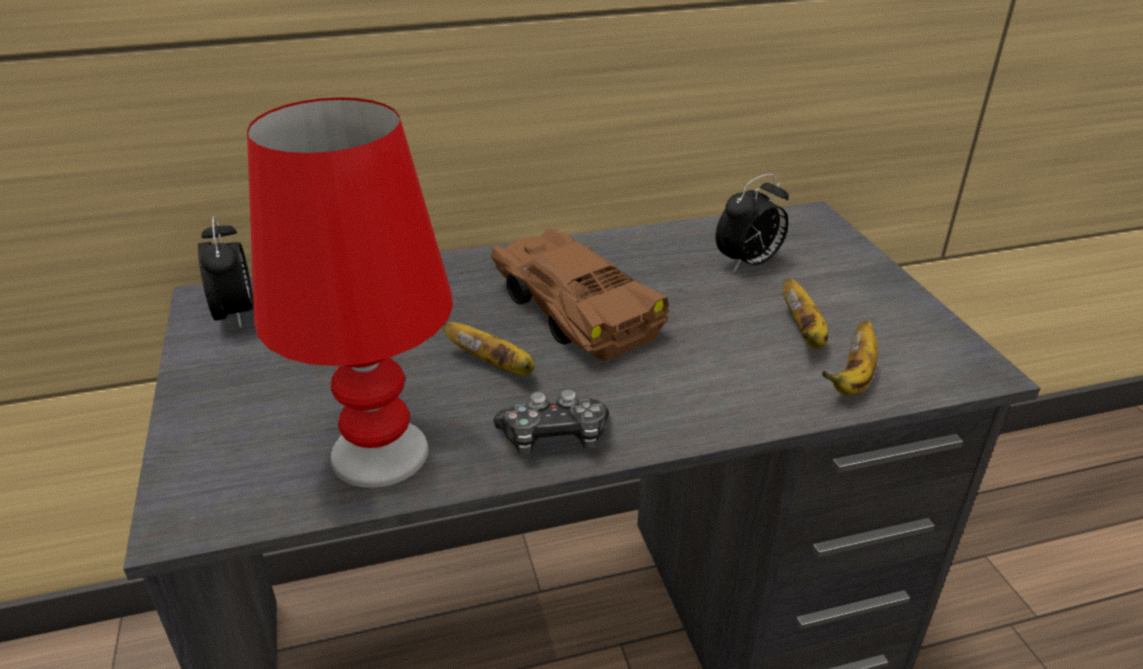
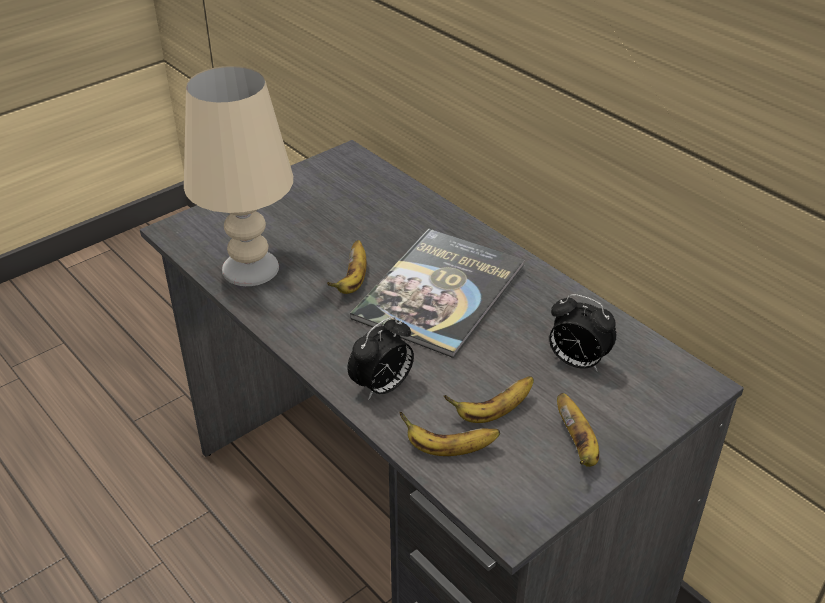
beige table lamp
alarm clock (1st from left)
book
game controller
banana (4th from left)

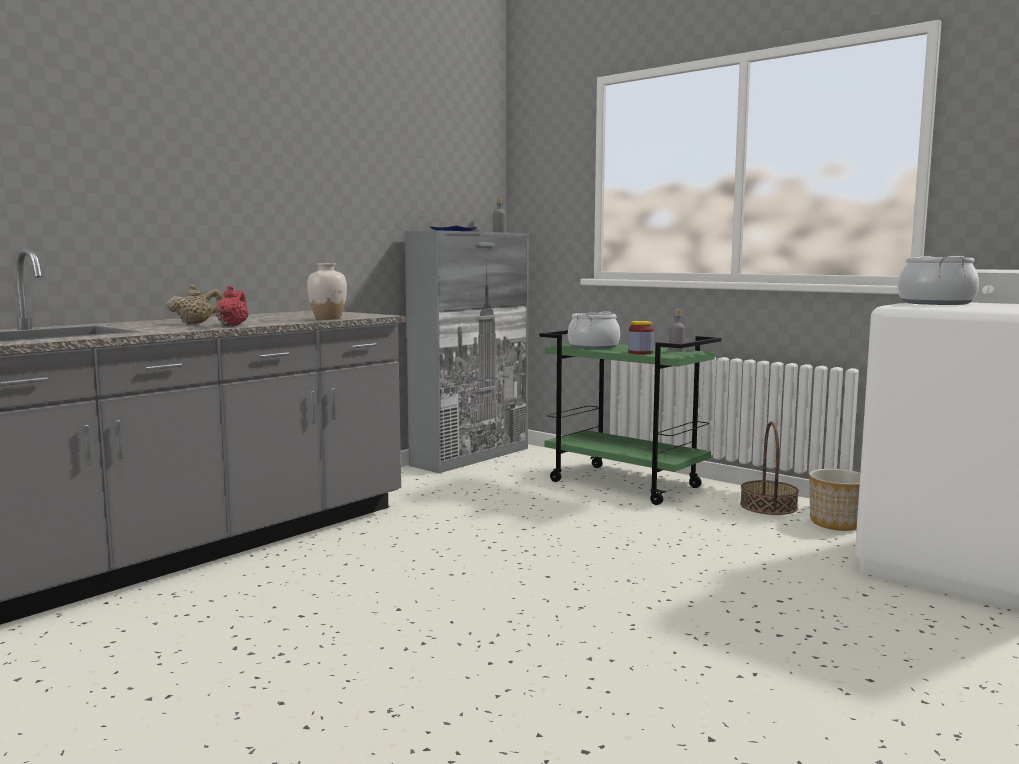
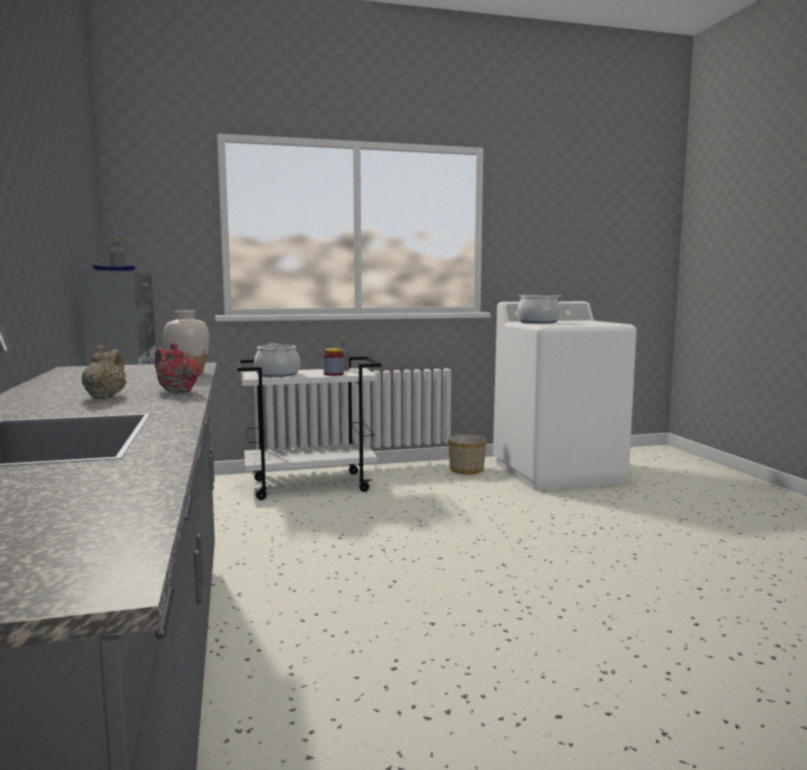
white cart
basket

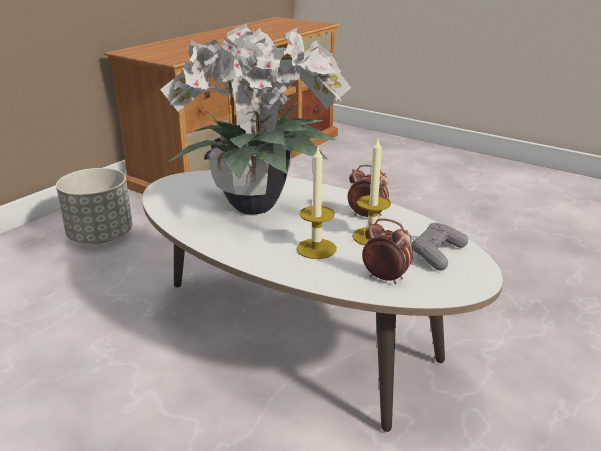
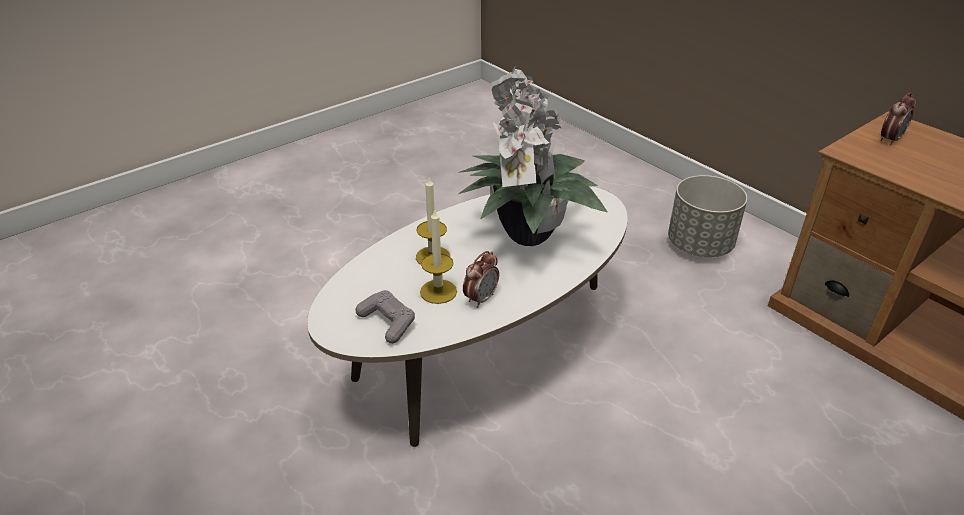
alarm clock (2nd from left)

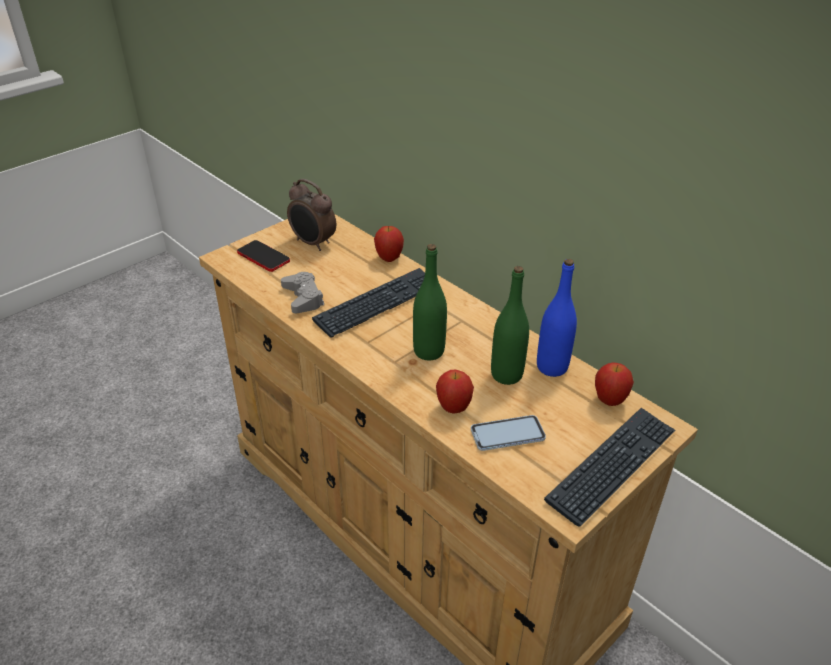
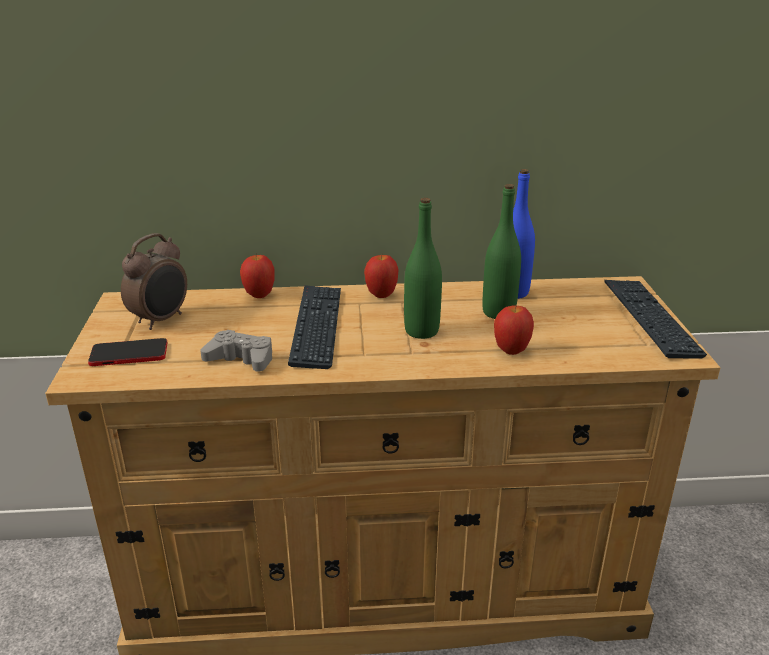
alarm clock
apple (2nd from left)
phone (2nd from left in the first image)

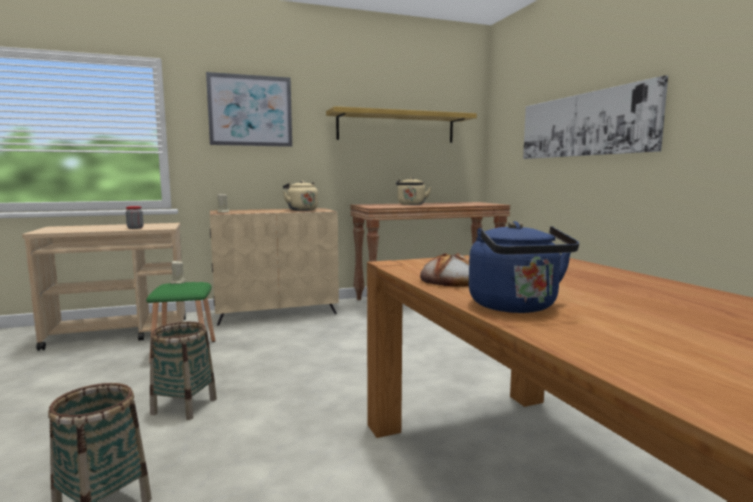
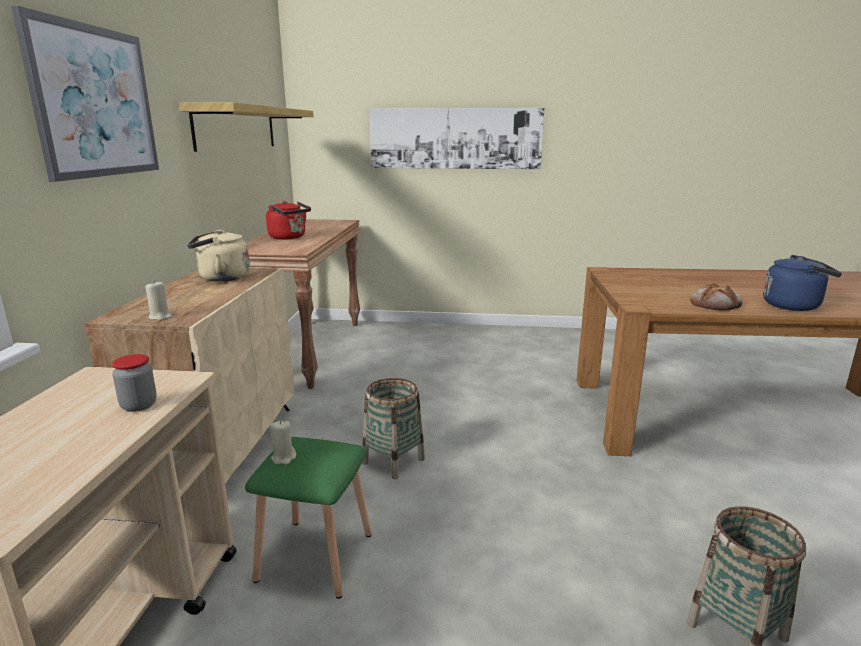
red kettle
basket (1st from left)

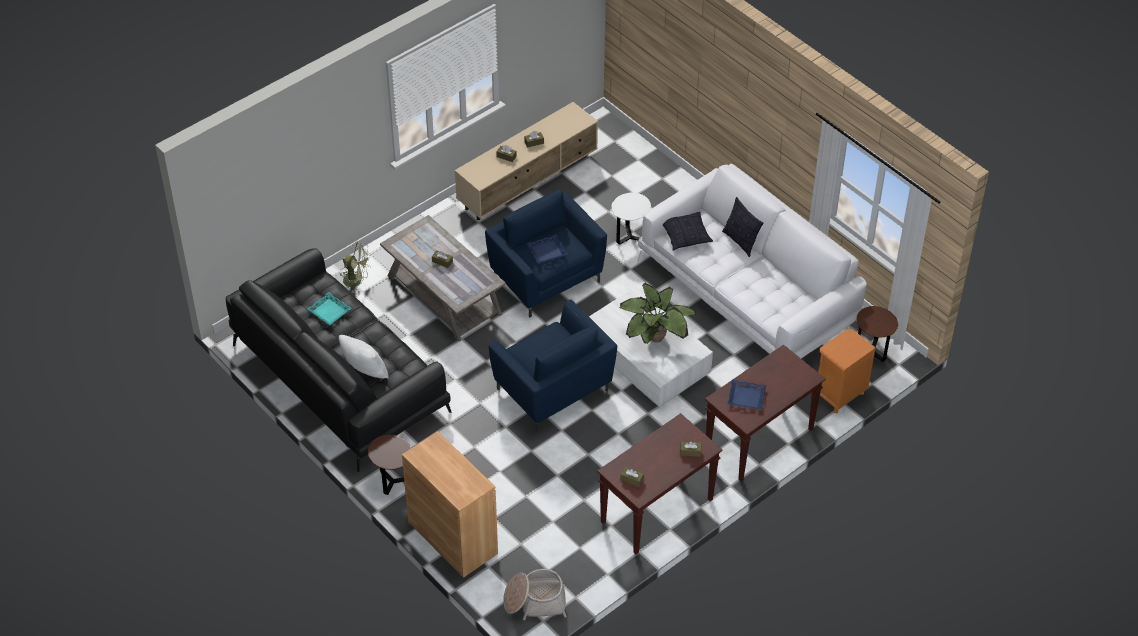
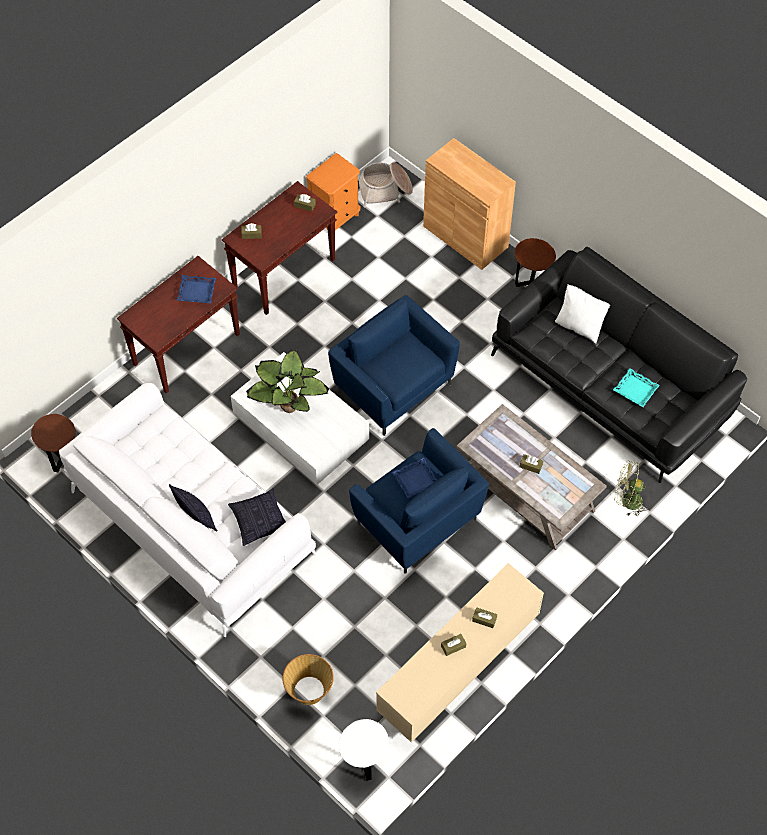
white side table
orange nightstand
basket (1st from left)

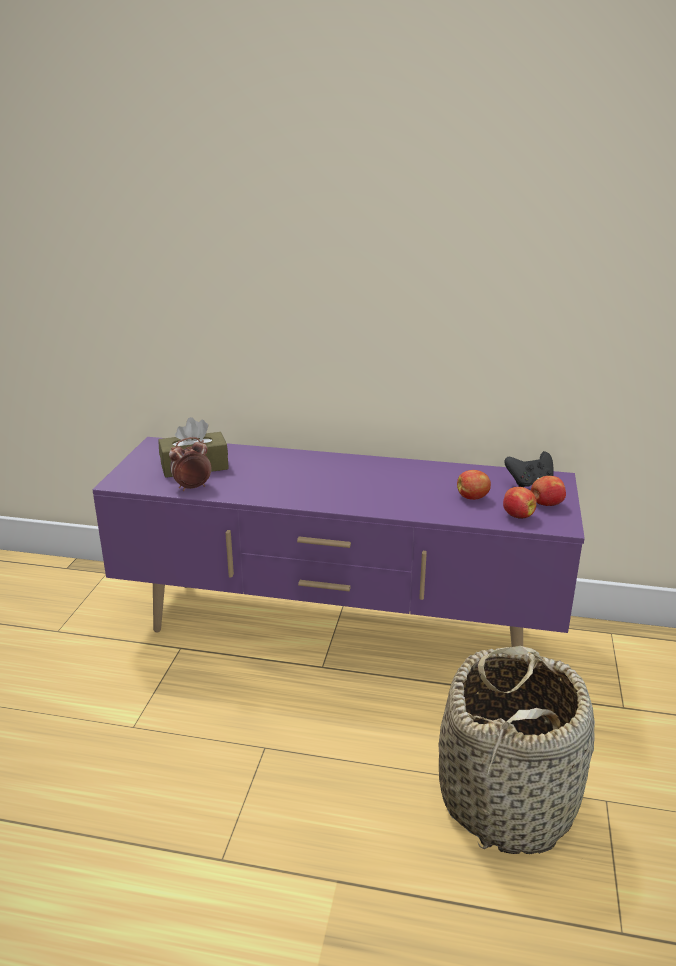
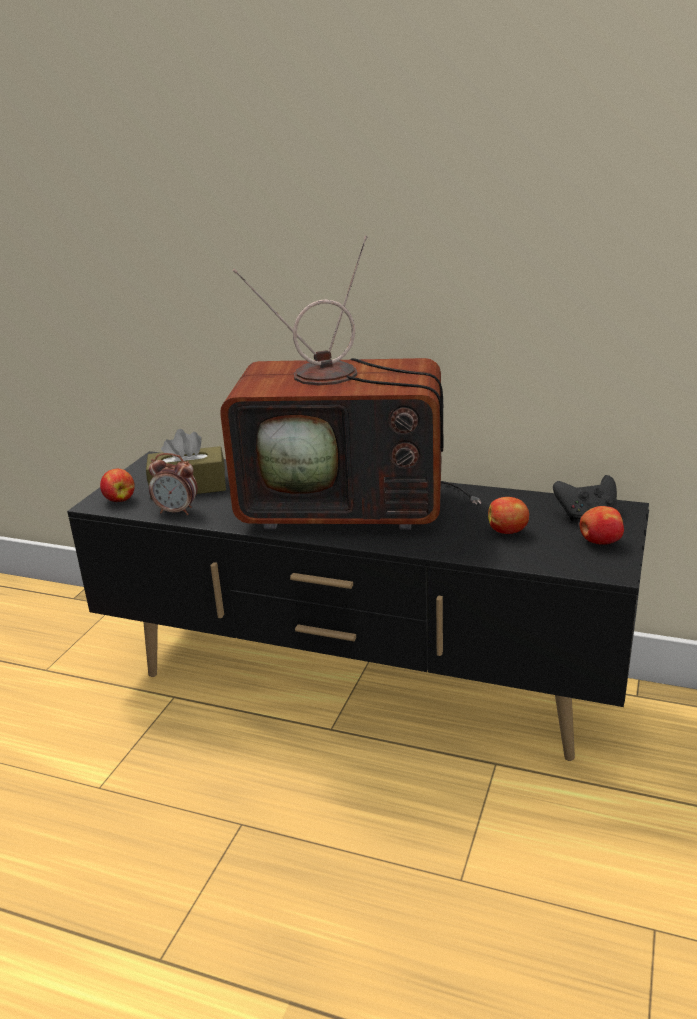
black tv stand
alarm clock
apple (1st from left)
basket
television

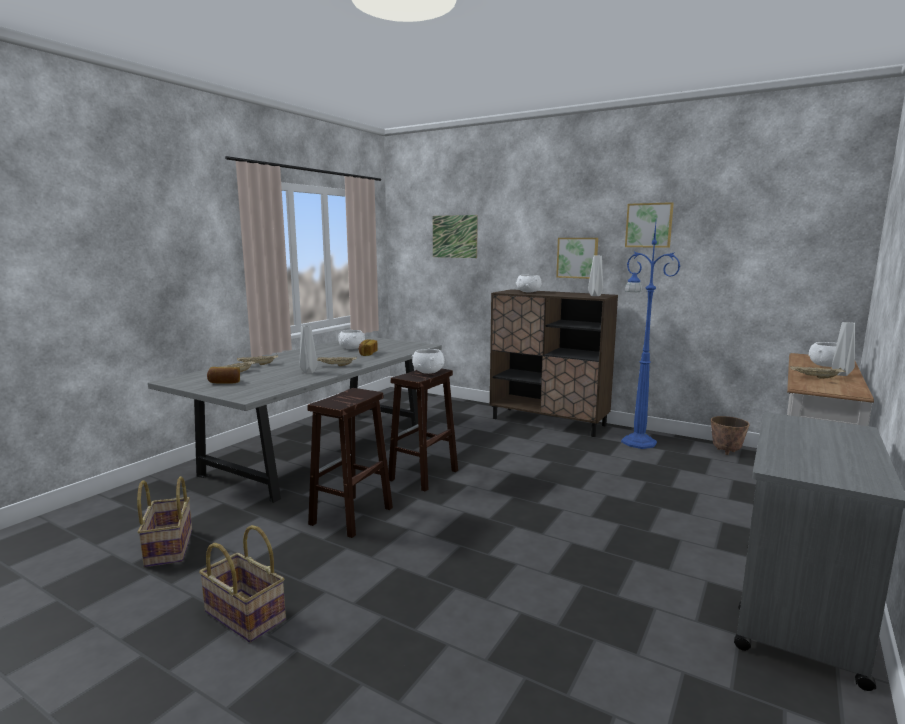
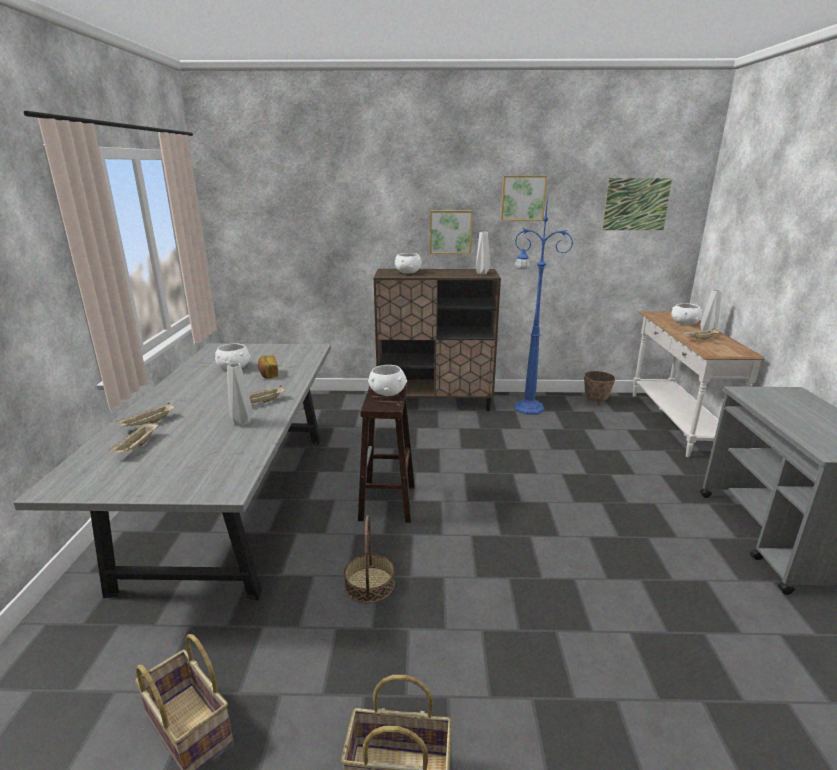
picture (3rd from left)
bread (1st from left in the first image)
basket (2nd from left)

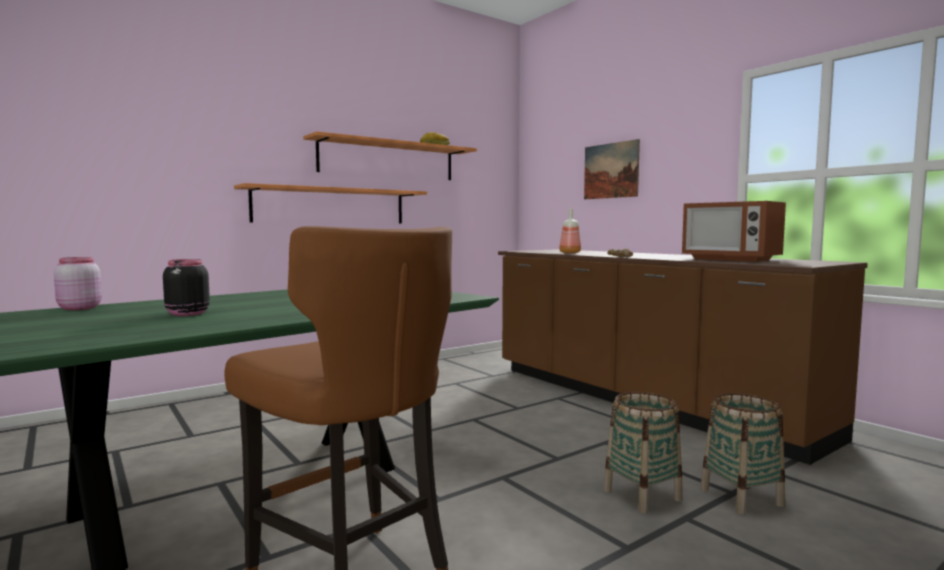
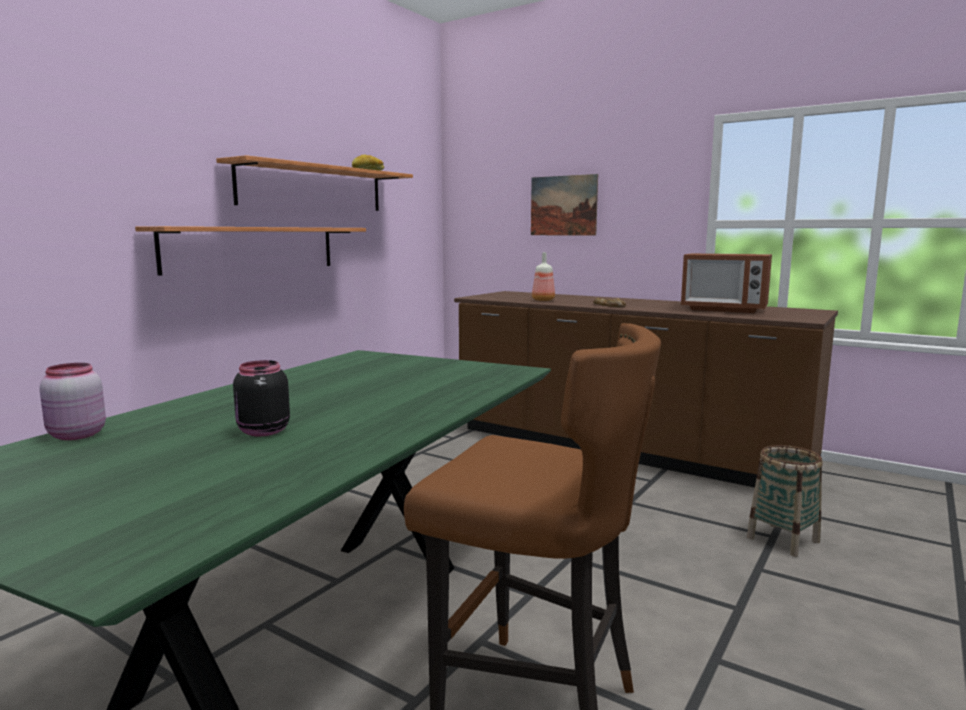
basket (1st from left in the first image)

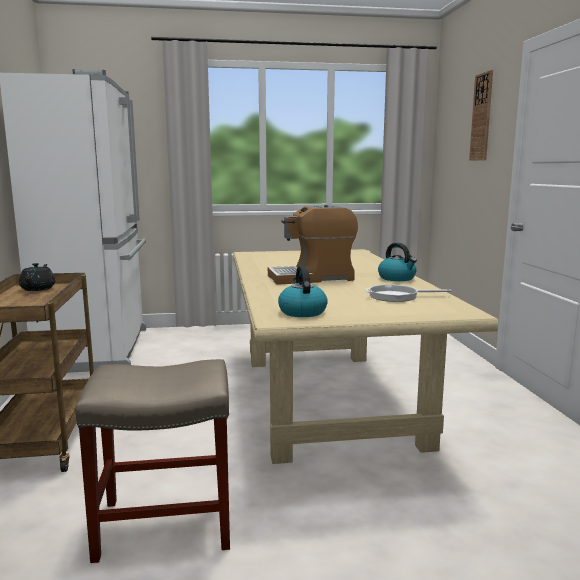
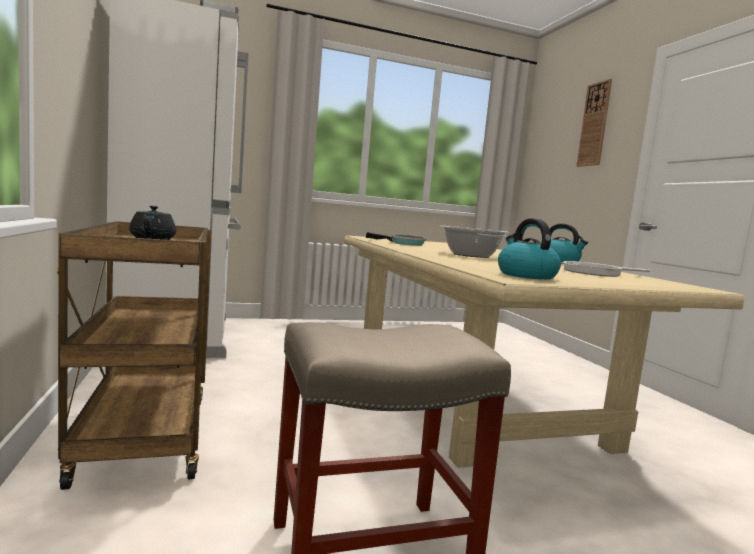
cooking pot
frying pan (1st from left)

